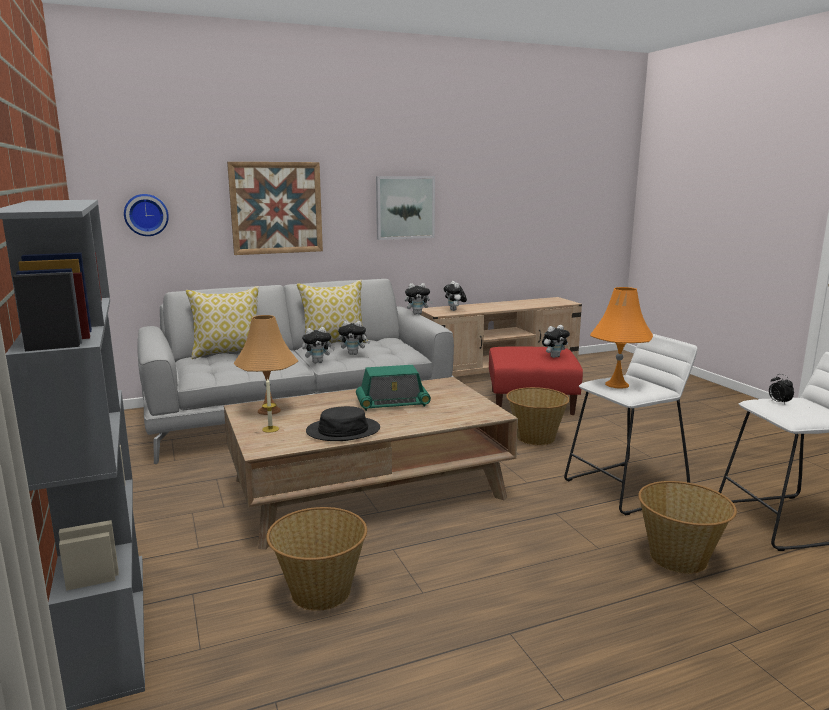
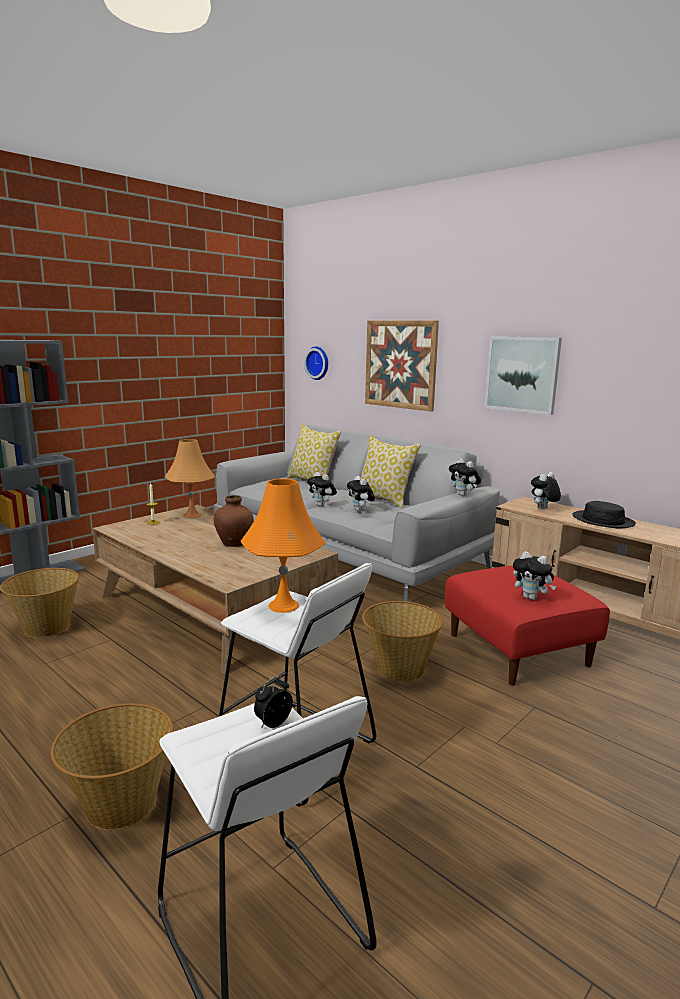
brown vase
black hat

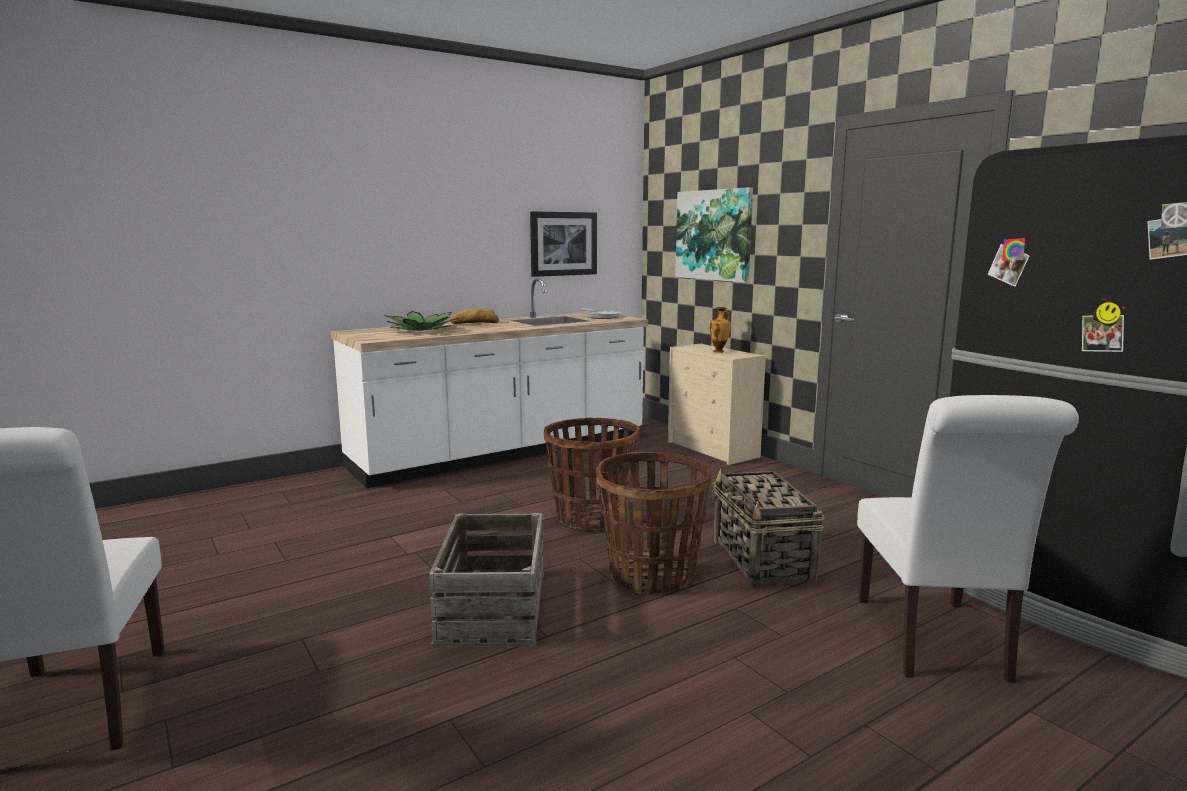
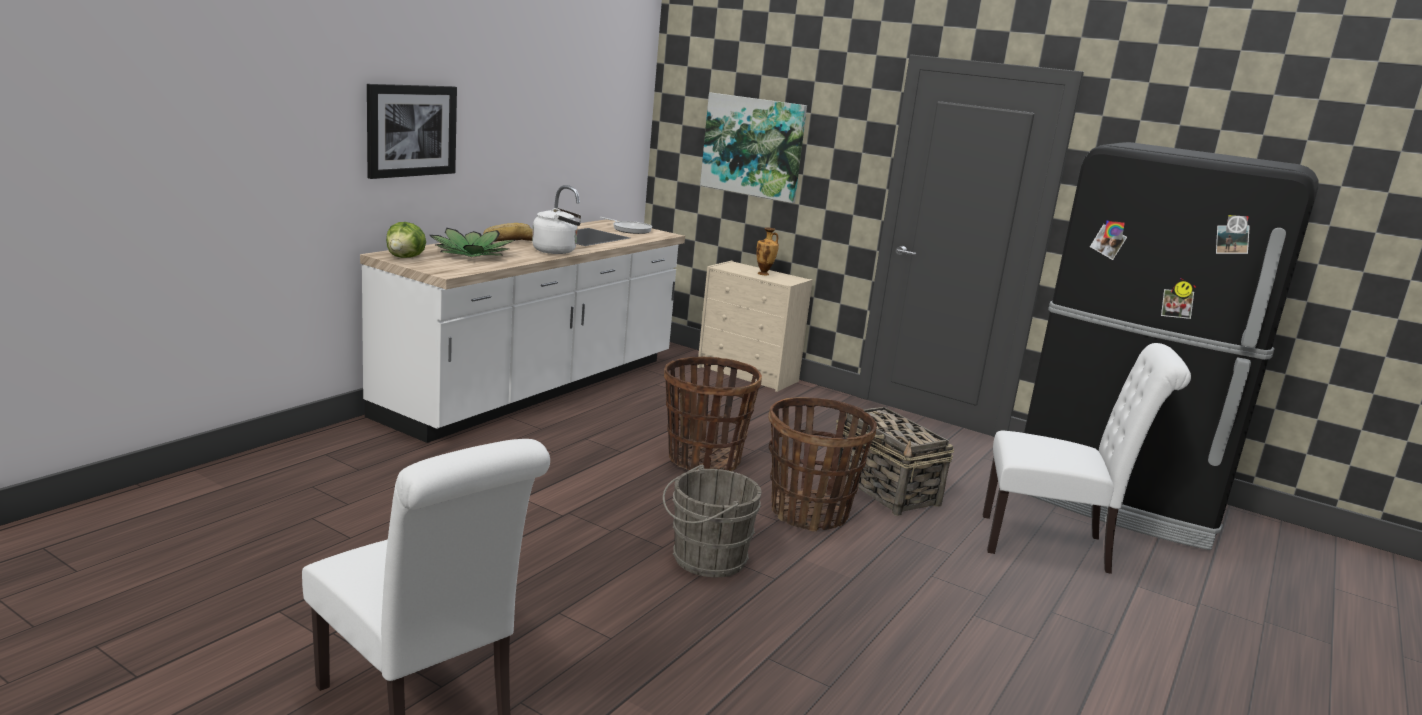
picture (1st from left)
white chair (2nd from left)
grey bucket
white kettle
lettuce

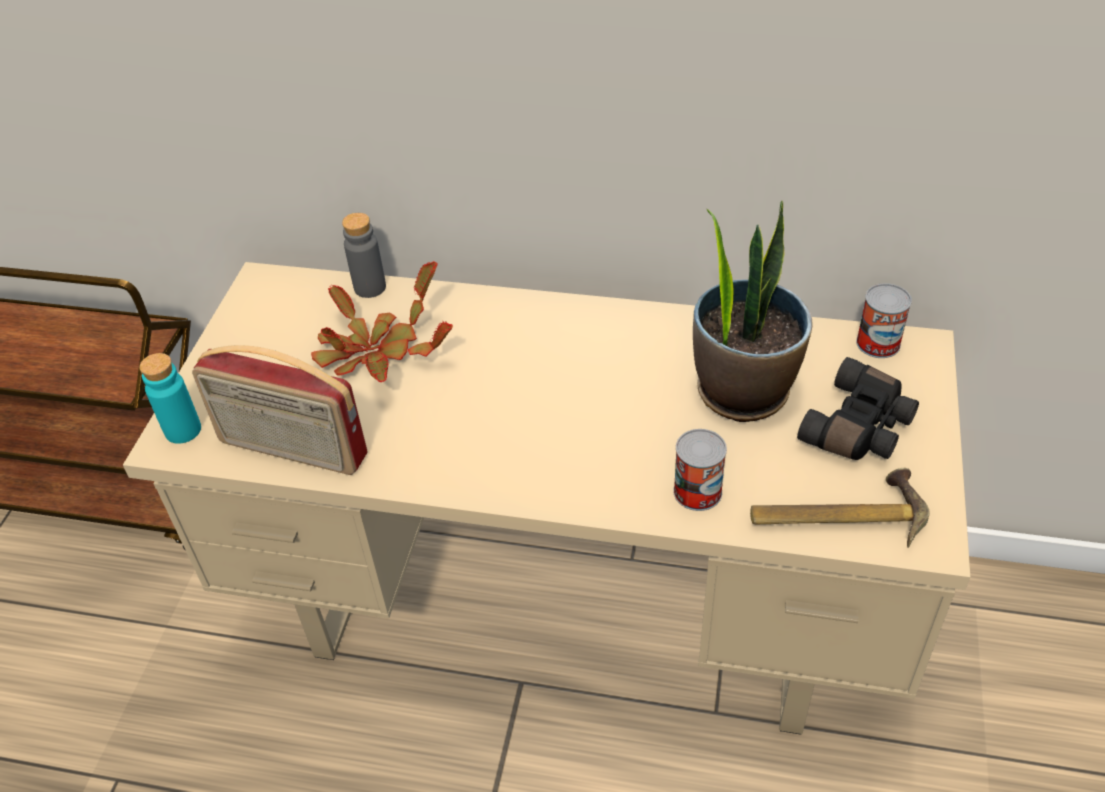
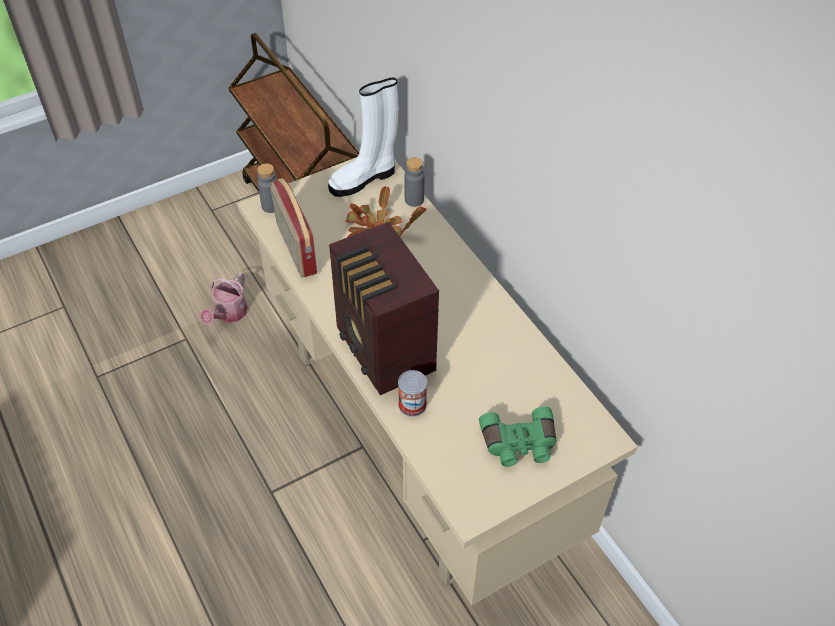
potted plant (2nd from left in the first image)
can (2nd from left in the first image)
grey bottle (1st from left)
green binoculars
hammer
white boot
radio (2nd from left)
watering can

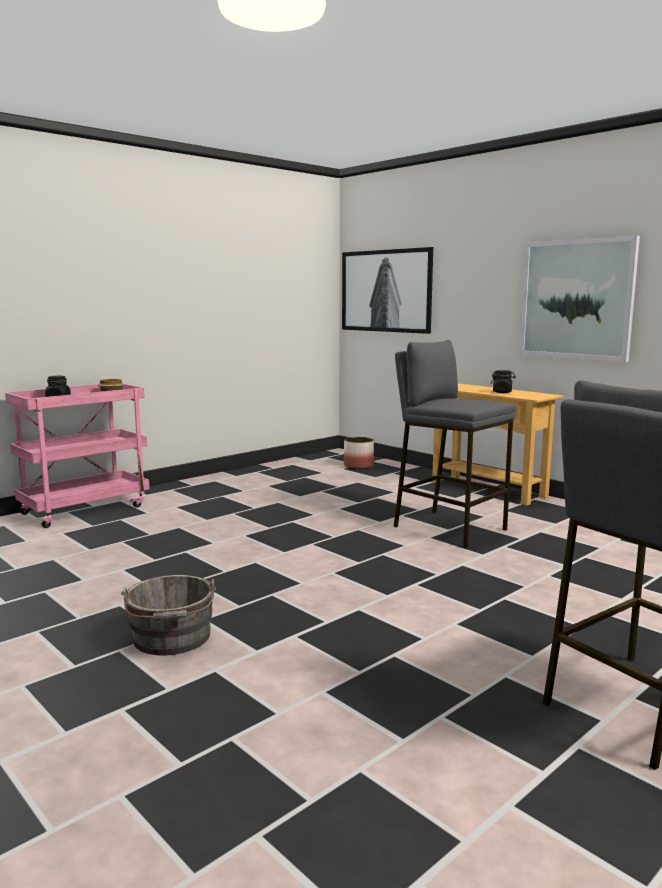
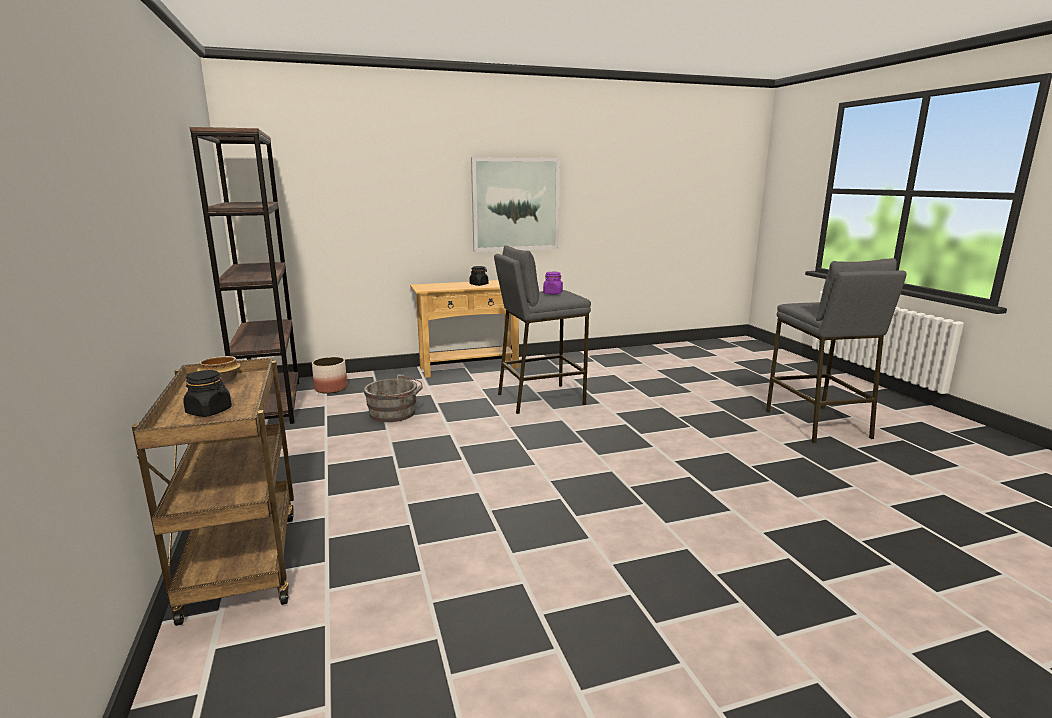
picture (1st from left in the first image)
brown cart
grey bucket
brown bookcase
purple jar

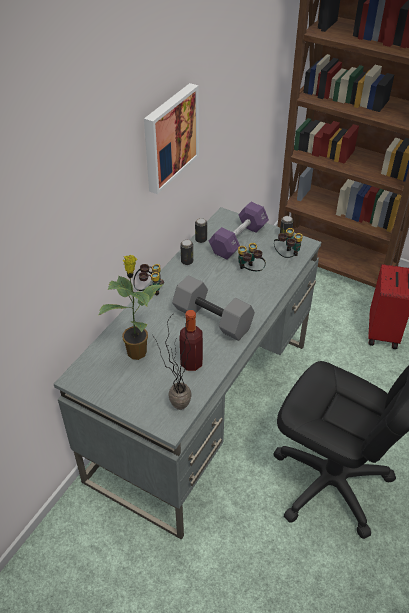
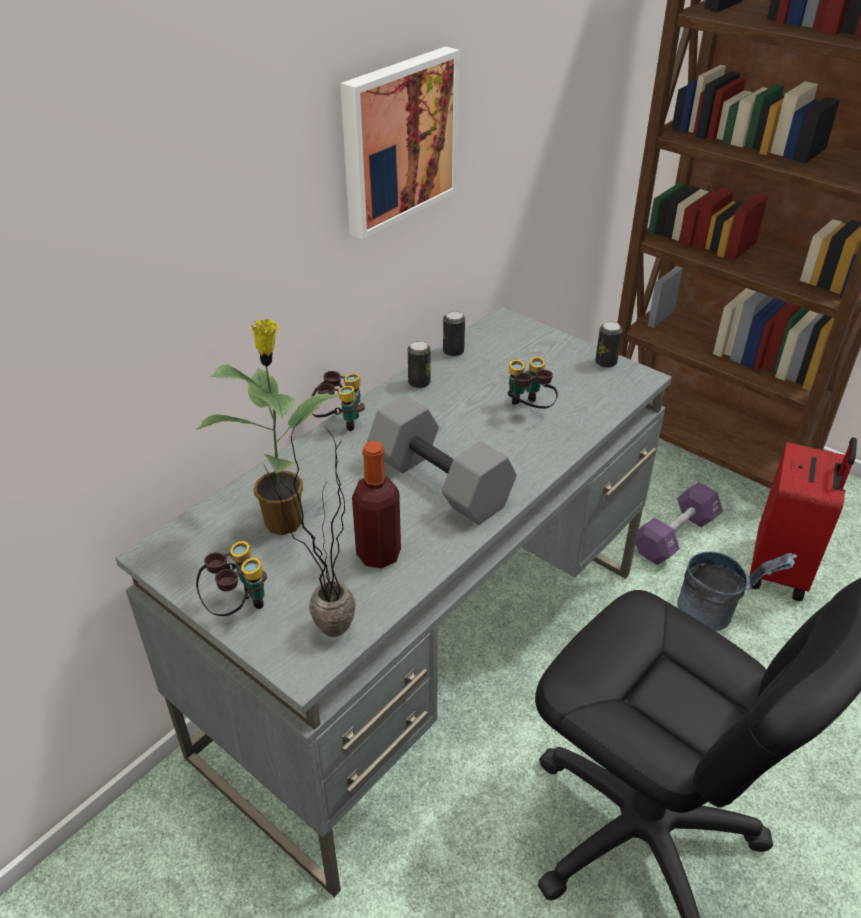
purple dumbbell
binoculars (1st from left)
grey bucket

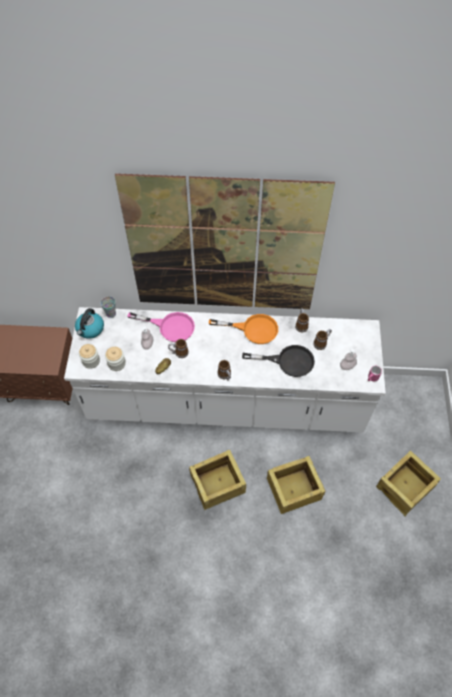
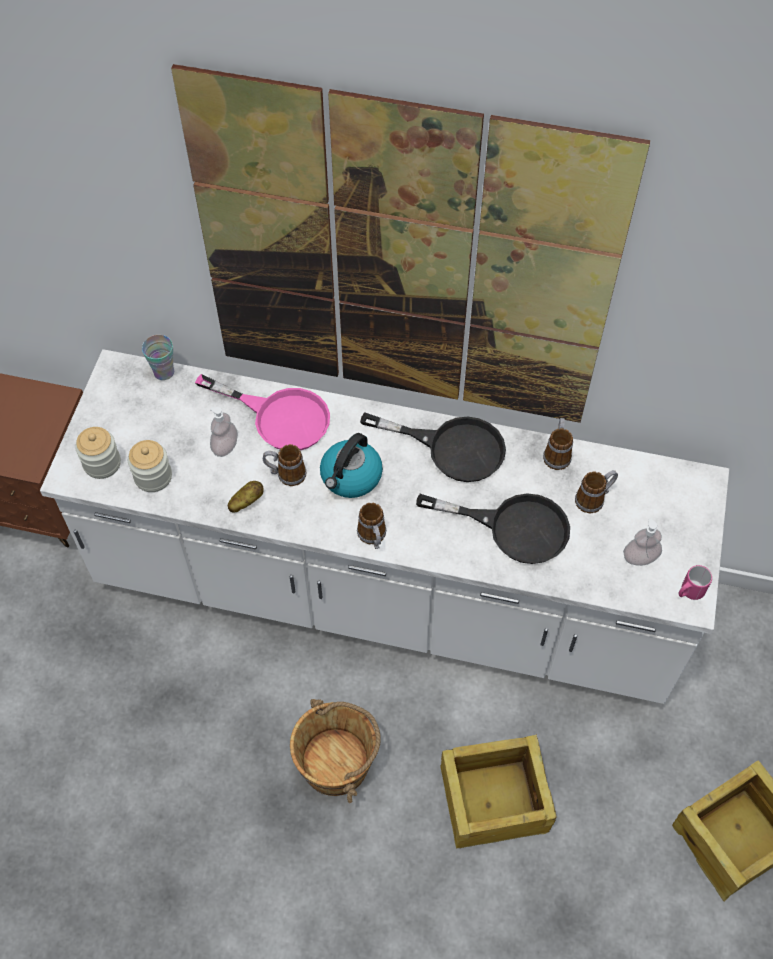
kettle
black frying pan (1st from left)
brown bucket

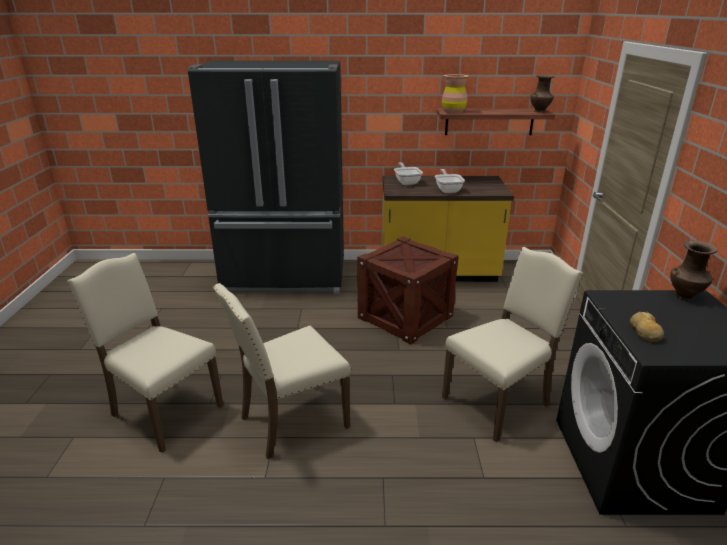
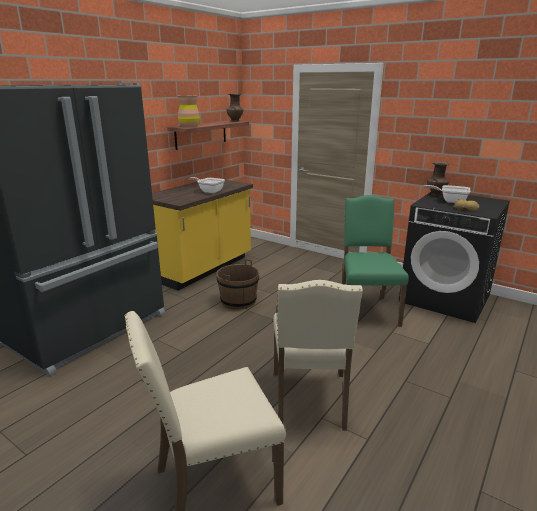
frying pan (2nd from left)
brown bucket
green chair

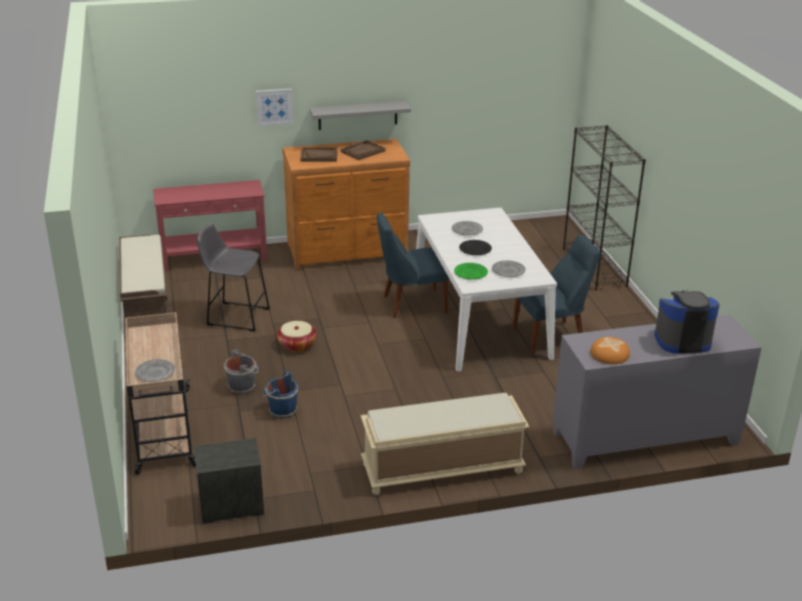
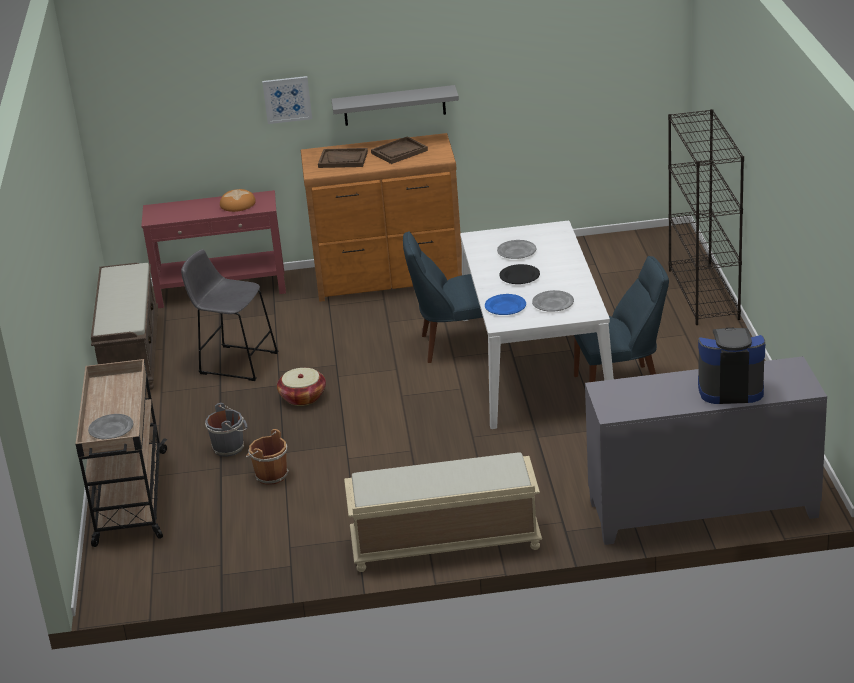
blue plate
bread
brown bucket
nightstand

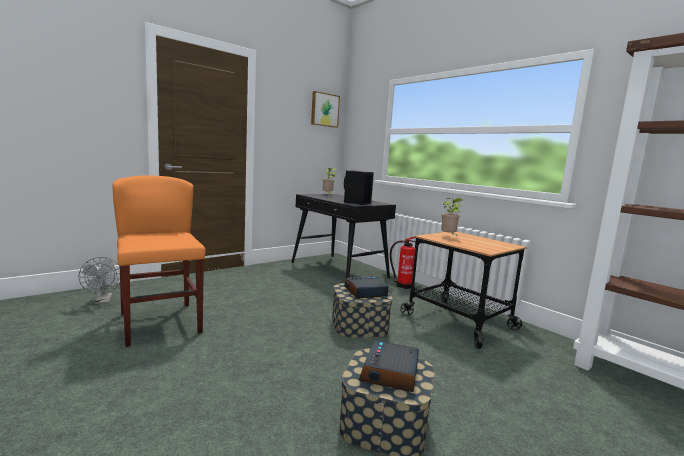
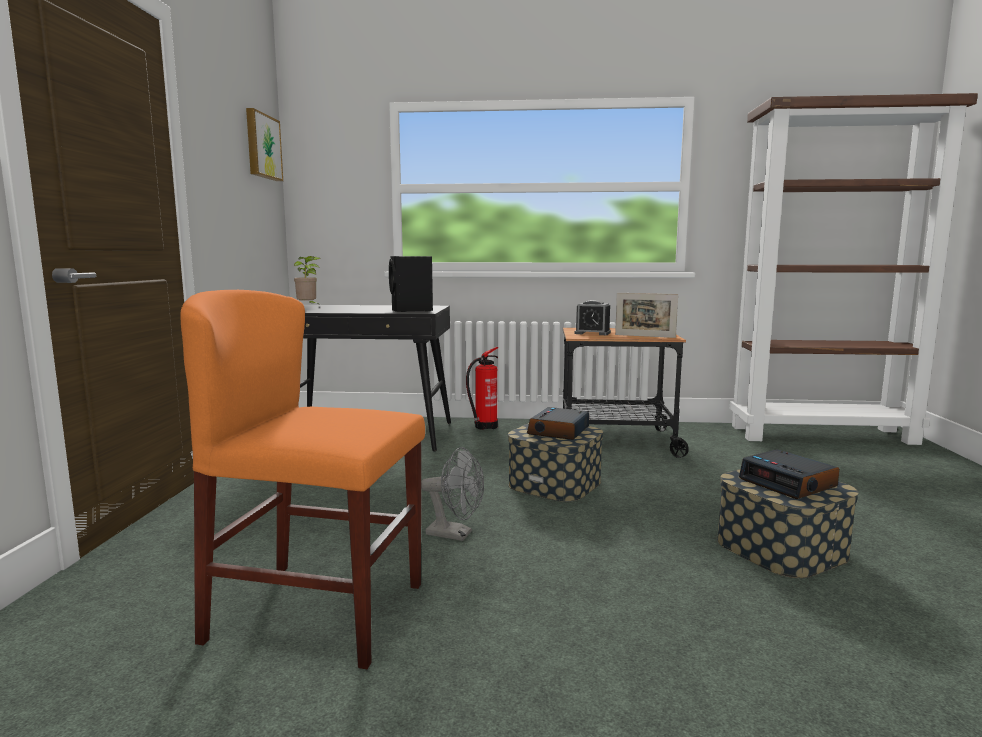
alarm clock (2nd from left)
grey fan
picture frame

